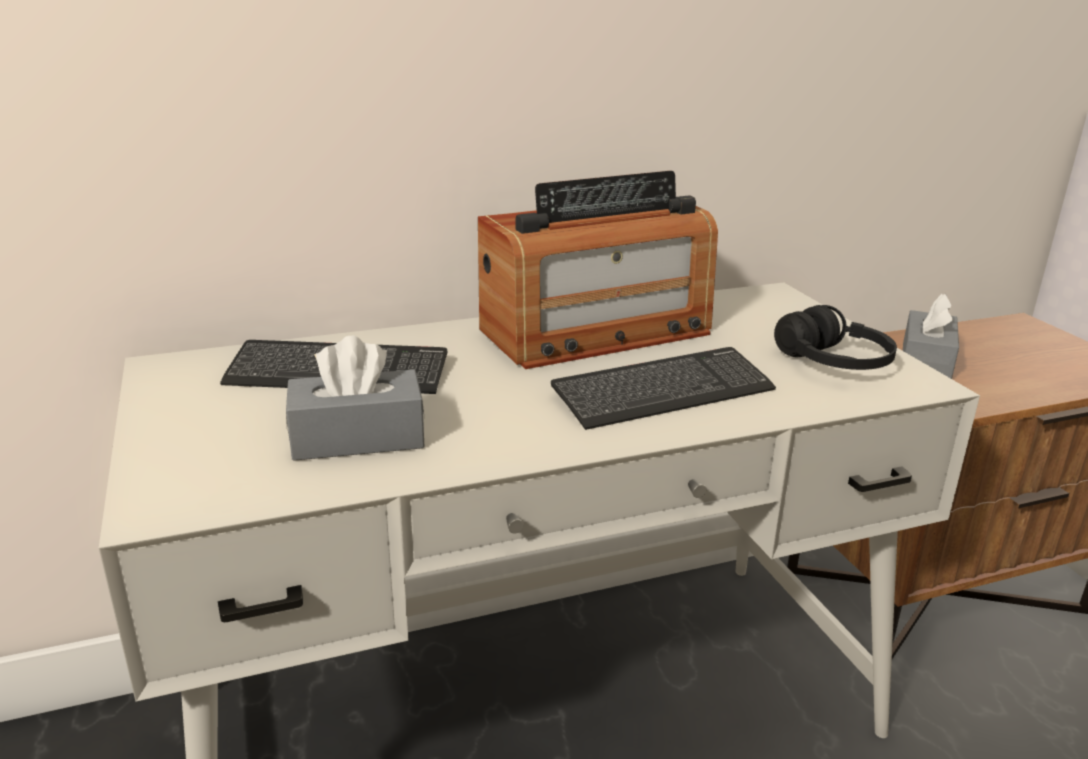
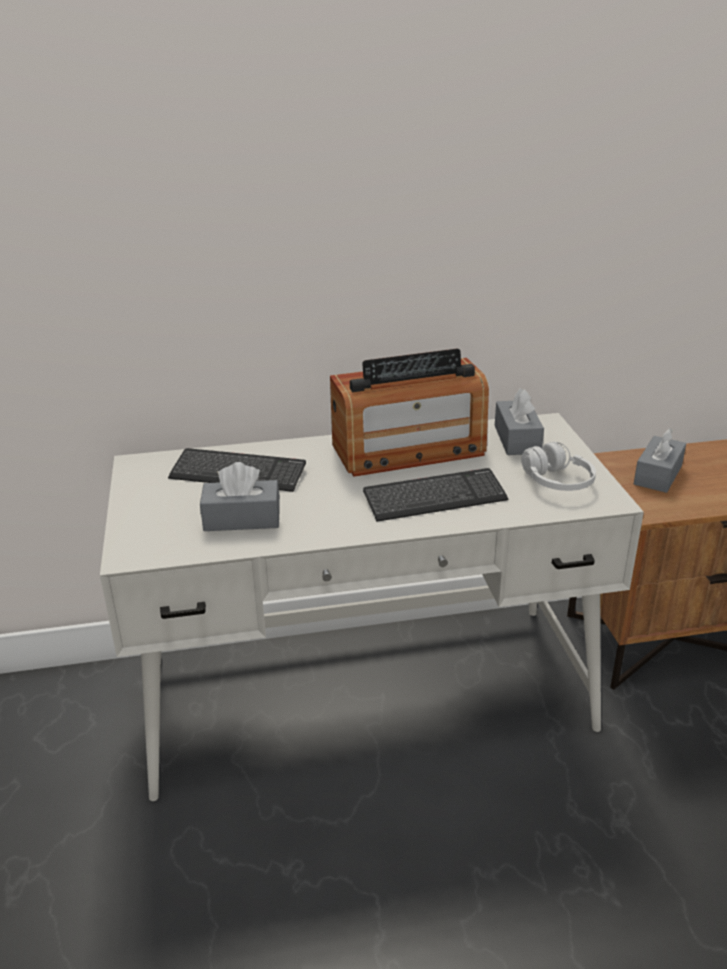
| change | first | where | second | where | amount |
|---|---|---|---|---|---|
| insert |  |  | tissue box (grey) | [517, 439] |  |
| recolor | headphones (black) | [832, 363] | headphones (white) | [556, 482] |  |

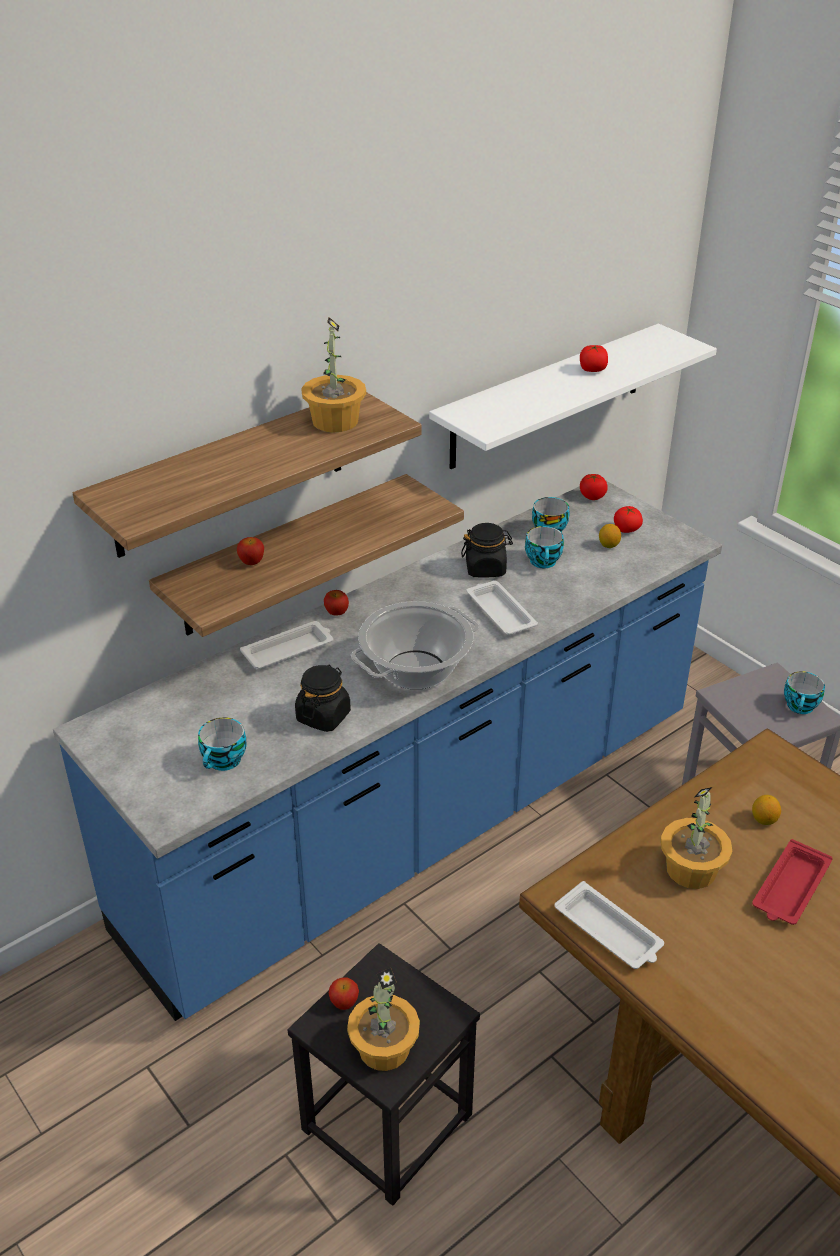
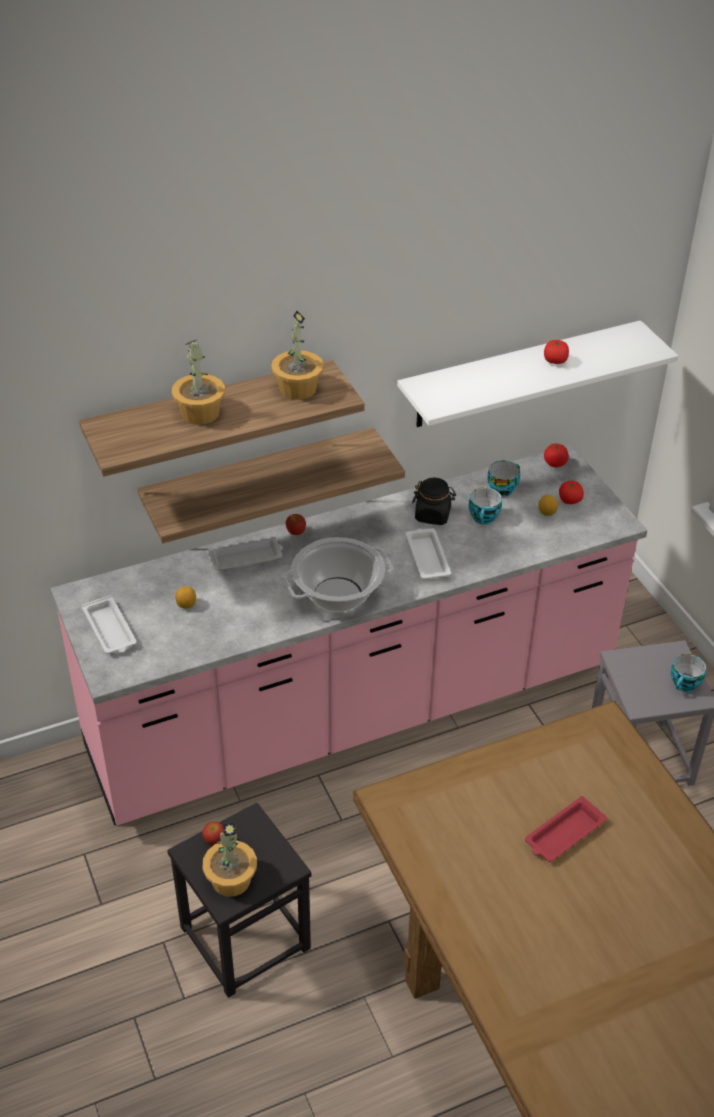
| change | first | where | second | where | amount |
|---|---|---|---|---|---|
| recolor | counter (blue) | [420, 823] | counter (pink) | [354, 712] |  |
| move | tray (white) | [609, 932] |  | [110, 630] |  |
| move | potted plant | [692, 870] |  | [200, 413] |  |
| move | lemon | [763, 819] |  | [186, 605] |  |
| delete | cup | [224, 761] |  |  |  |
| delete | apple | [251, 562] |  |  |  |
| delete | jar (black) | [323, 716] |  |  |  |

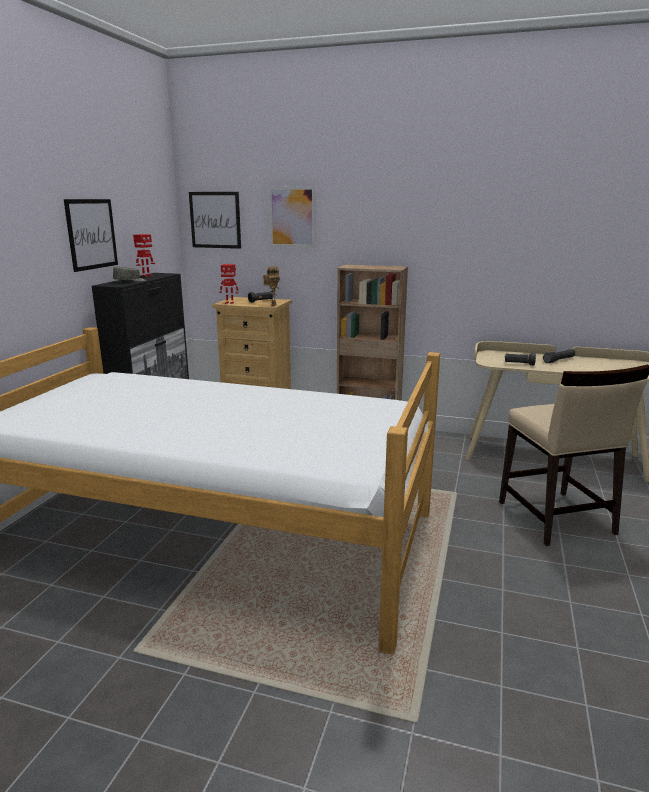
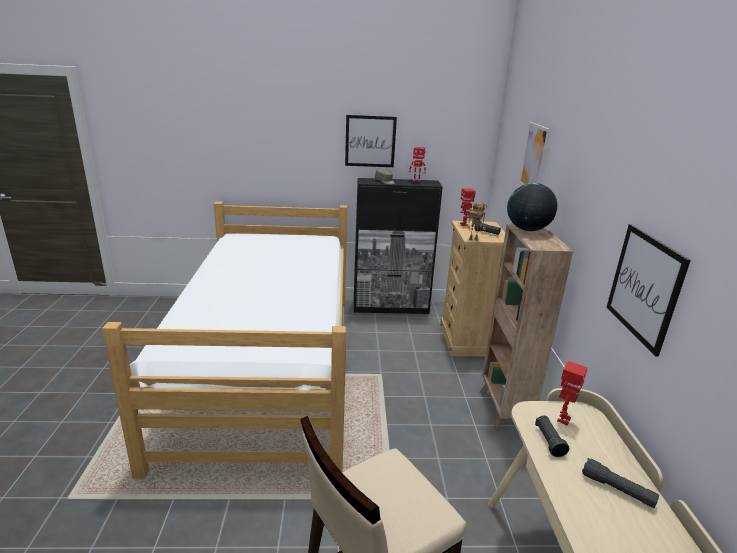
| change | first | where | second | where | amount |
|---|---|---|---|---|---|
| insert |  |  | globe | [527, 230] |  |
| insert |  |  | toy robot | [563, 419] |  |
| move | picture | [215, 220] |  | [644, 286] |  |

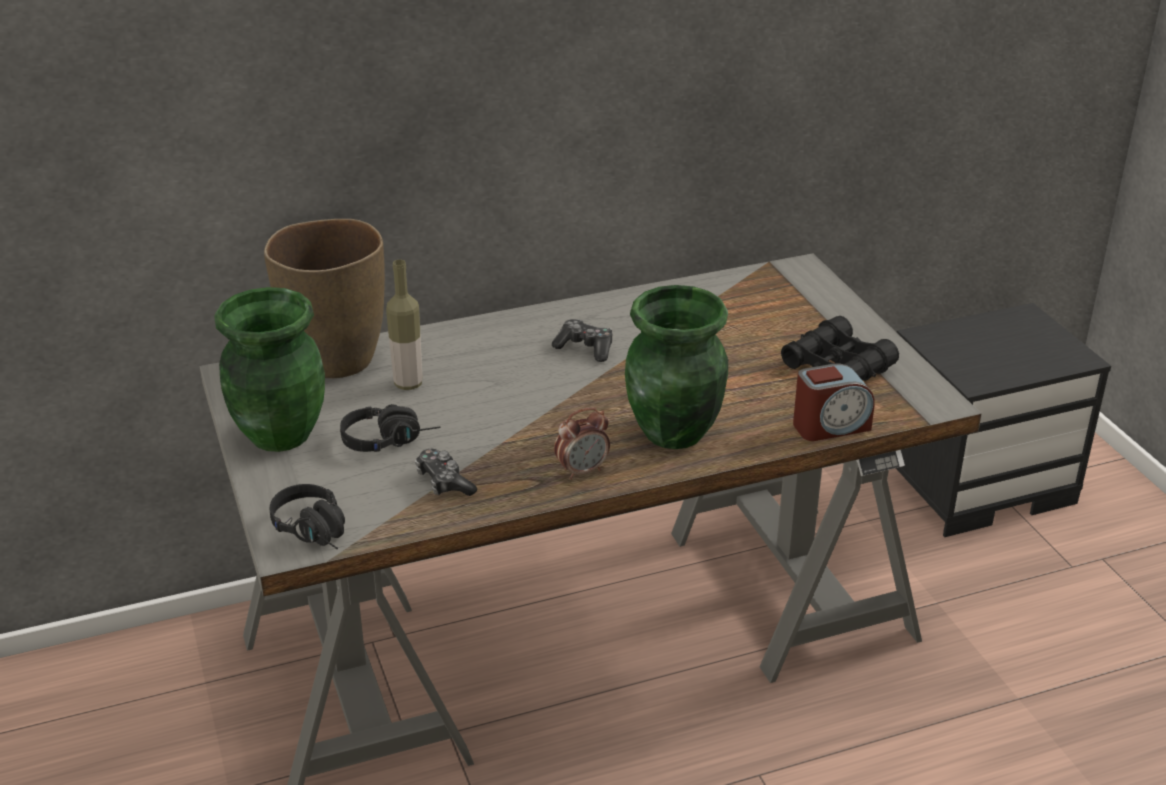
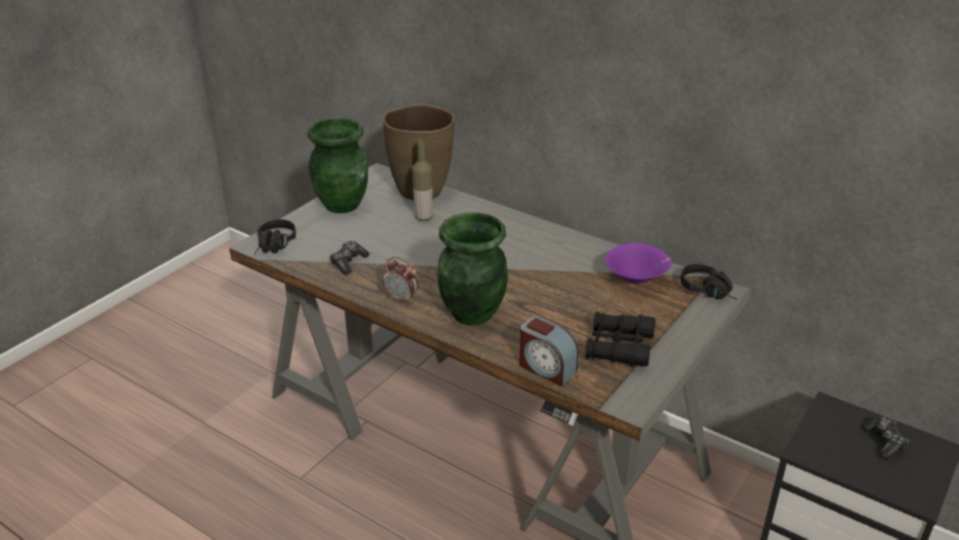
| change | first | where | second | where | amount |
|---|---|---|---|---|---|
| insert |  |  | bowl (purple) | [637, 280] |  |
| move | headphones (black) | [390, 440] |  | [710, 292] |  |
| move | game controller | [585, 348] |  | [884, 442] |  |

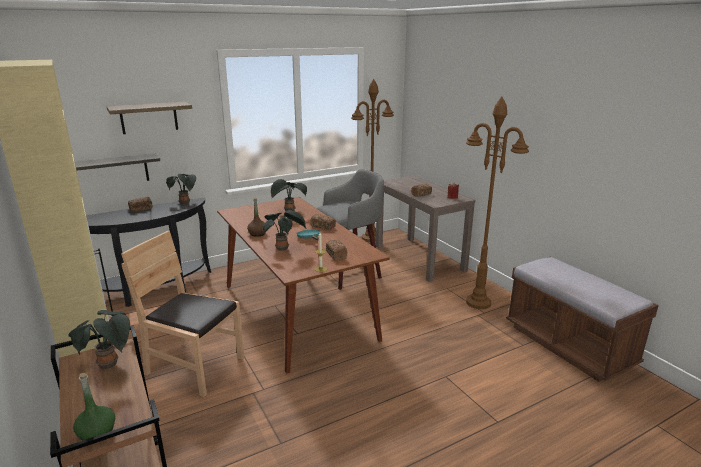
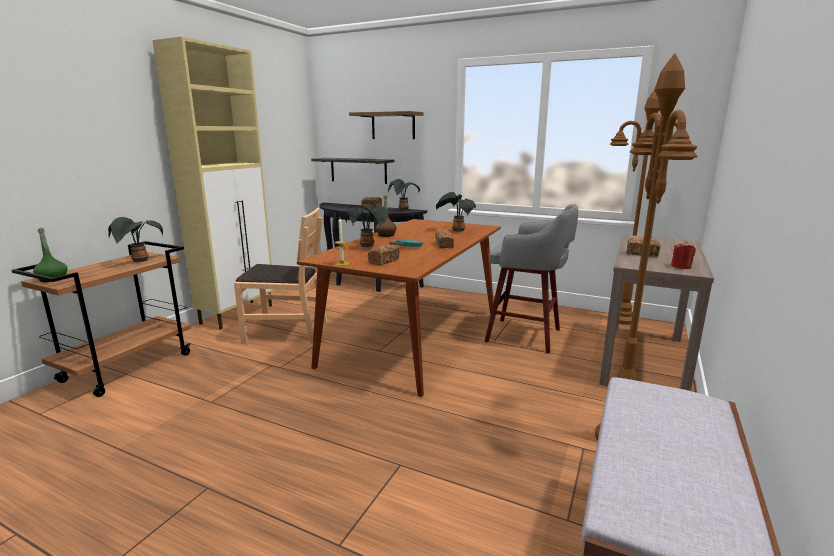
| change | first | where | second | where | amount |
|---|---|---|---|---|---|
| rotate | chair (brown) | [195, 366] |  | [286, 332] | 105 degrees clockwise |

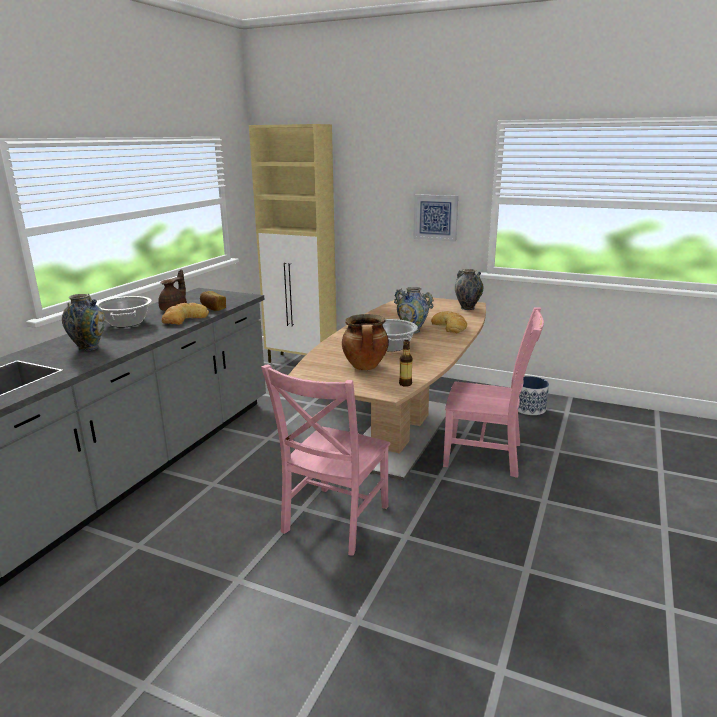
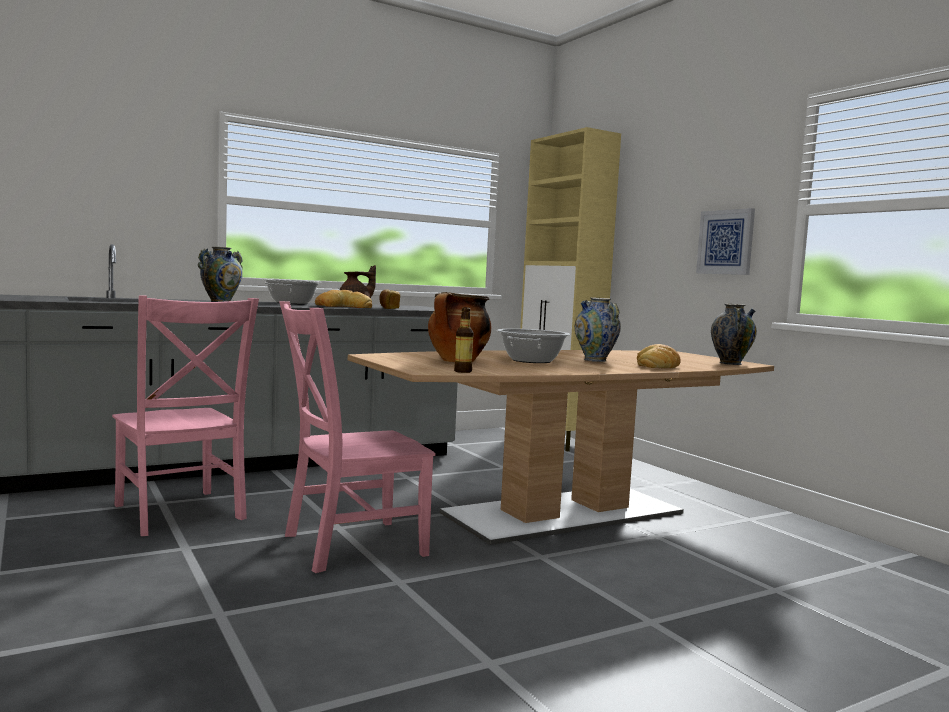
| change | first | where | second | where | amount |
|---|---|---|---|---|---|
| move | chair (pink) | [486, 456] |  | [180, 514] |  |
| delete | planter | [529, 408] |  |  |  |

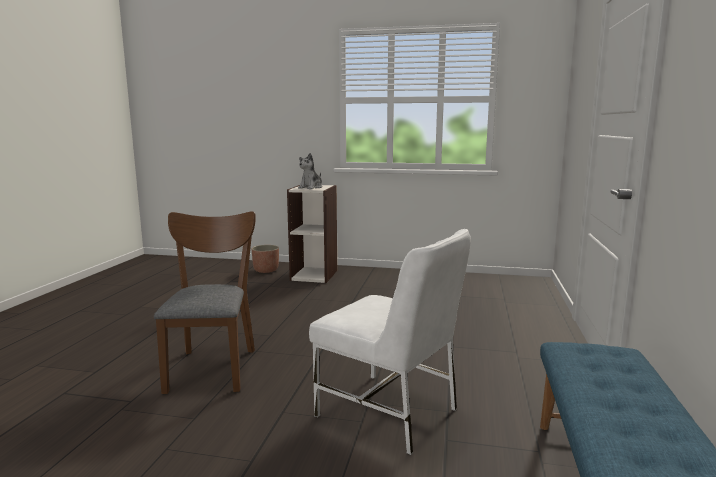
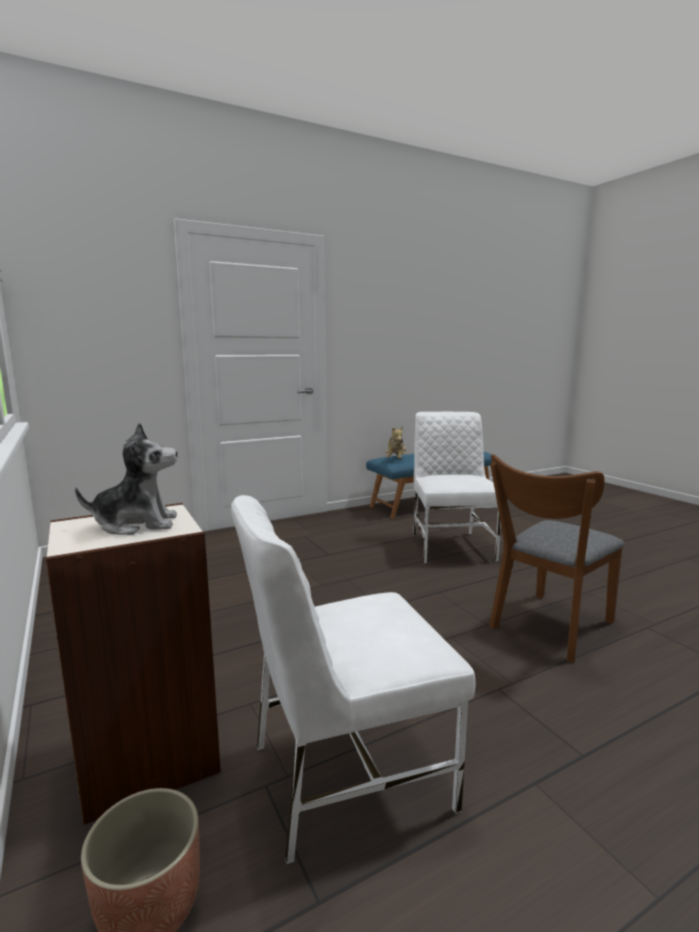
| change | first | where | second | where | amount |
|---|---|---|---|---|---|
| insert |  |  | chair (white) | [346, 774] |  |
| insert |  |  | plush toy | [396, 460] |  |

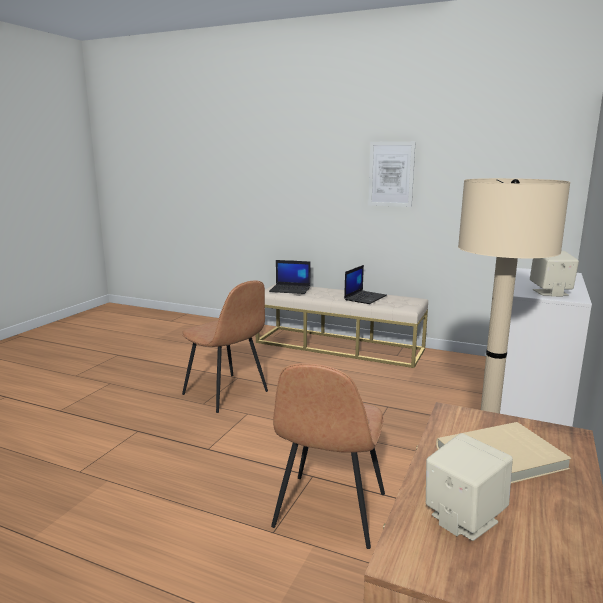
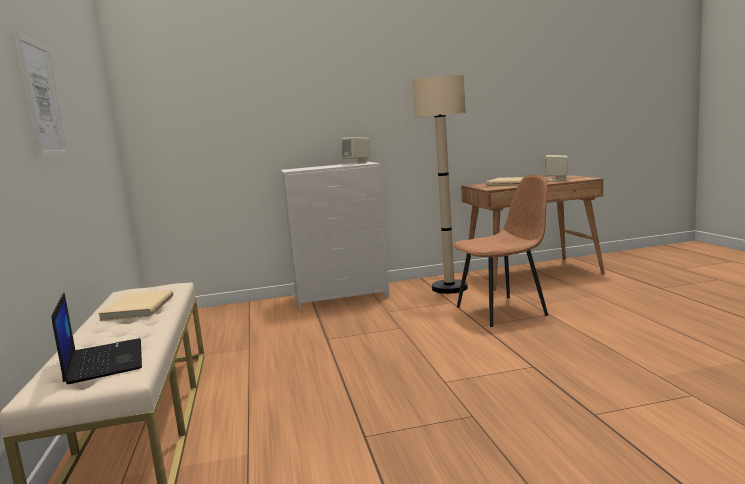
| change | first | where | second | where | amount |
|---|---|---|---|---|---|
| replace | laptop | [365, 297] | book (beige) | [137, 308] |  |
| delete | chair (brown) | [226, 393] |  |  |  |

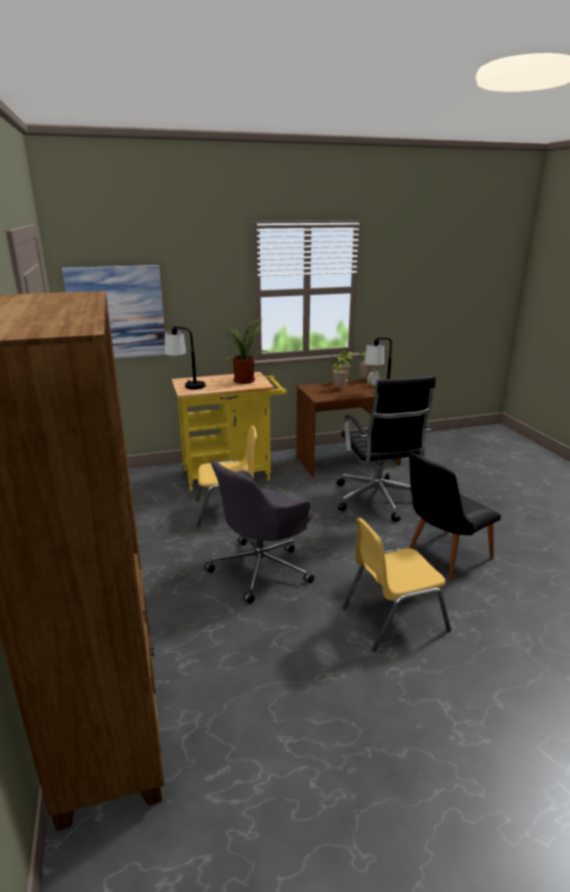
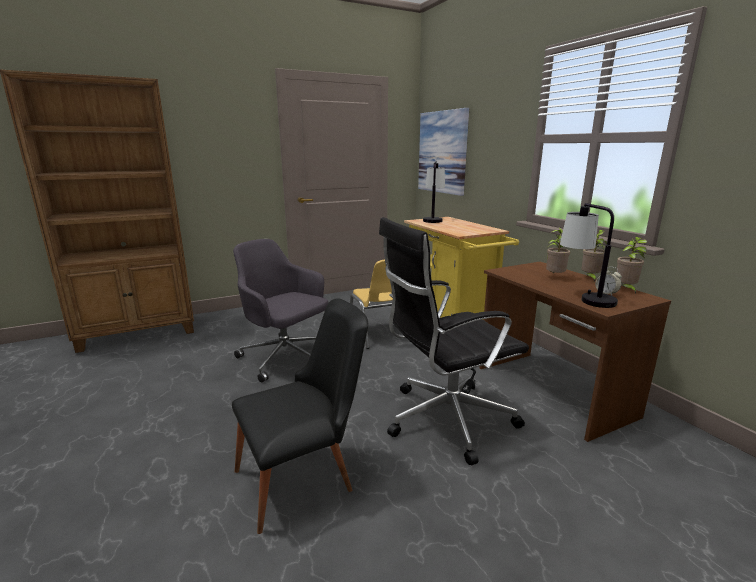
| change | first | where | second | where | amount |
|---|---|---|---|---|---|
| rotate | chair (black) | [442, 557] |  | [305, 478] | 105 degrees clockwise |
| delete | potted plant | [244, 380] |  |  |  |
| delete | chair (yellow) | [393, 618] |  |  |  |

